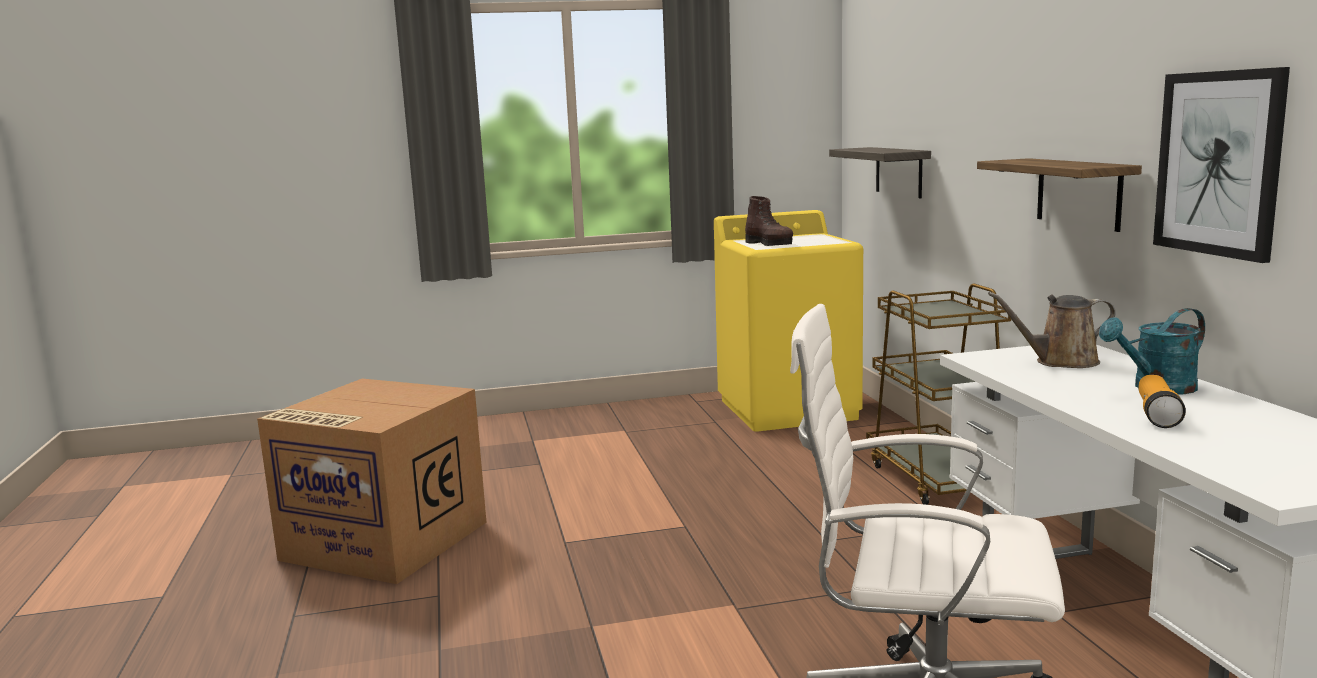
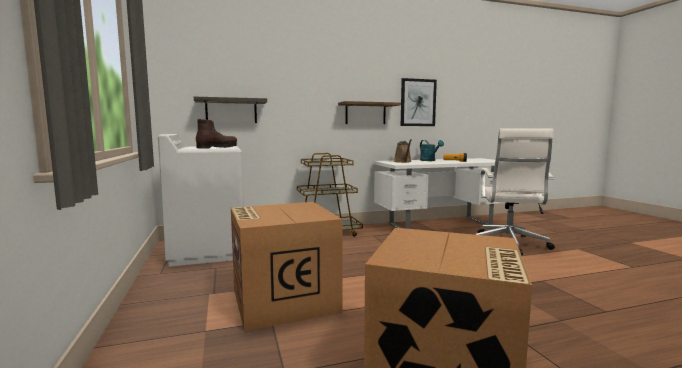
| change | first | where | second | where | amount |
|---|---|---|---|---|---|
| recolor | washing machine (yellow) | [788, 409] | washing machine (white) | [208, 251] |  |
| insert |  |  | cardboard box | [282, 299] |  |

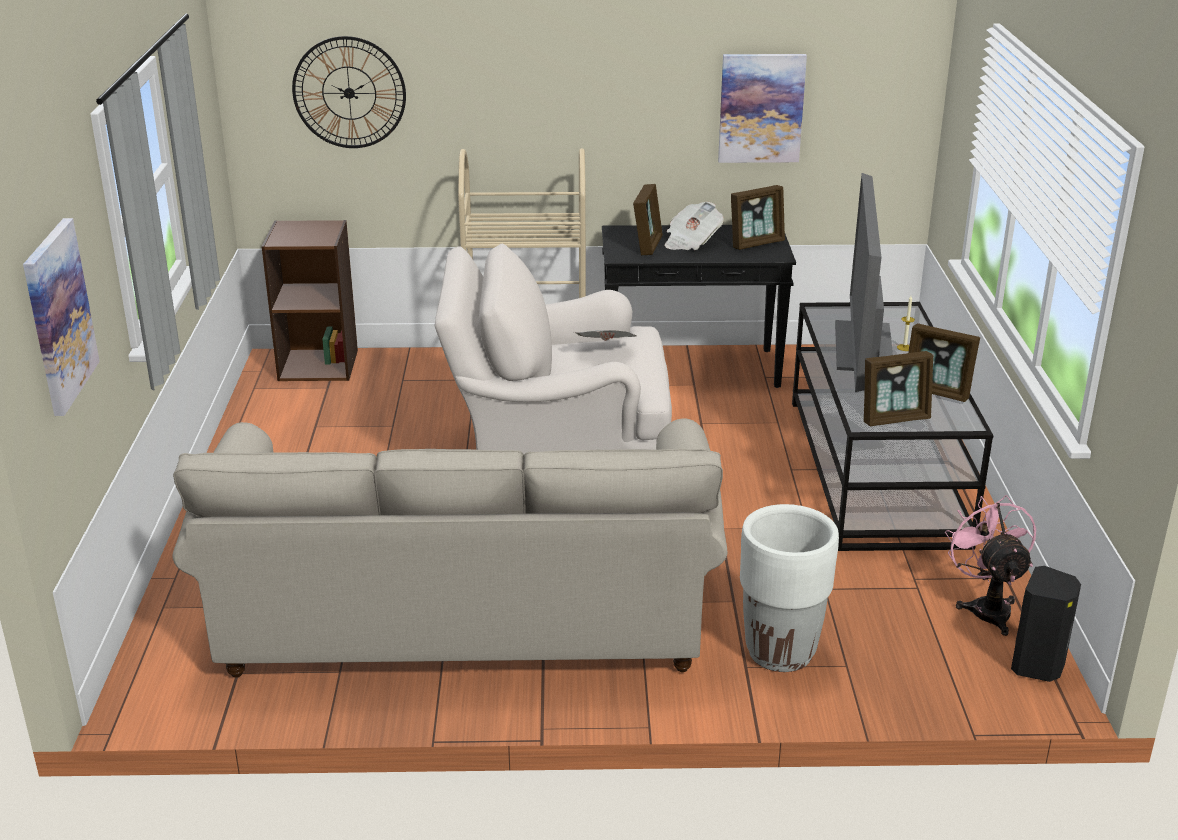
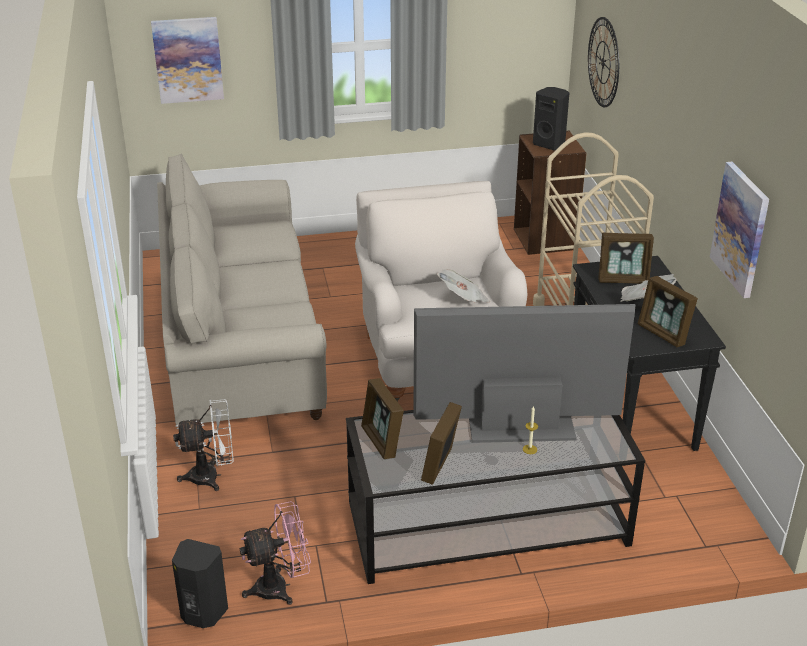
| change | first | where | second | where | amount |
|---|---|---|---|---|---|
| replace | planter (white) | [780, 653] | fan (white) | [212, 476] |  |
| insert |  |  | speaker (black) | [550, 144] |  |

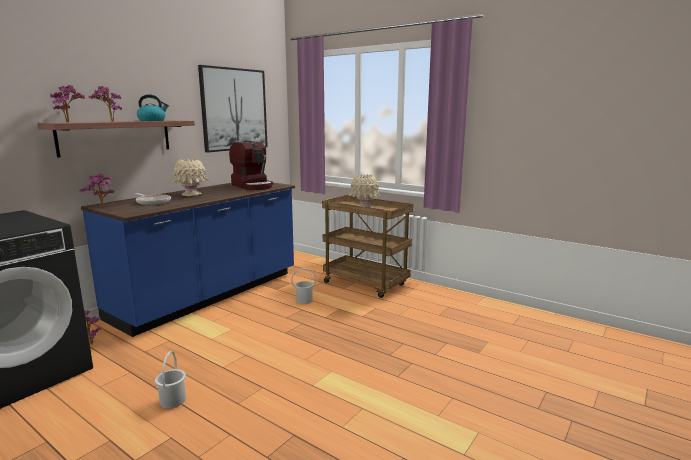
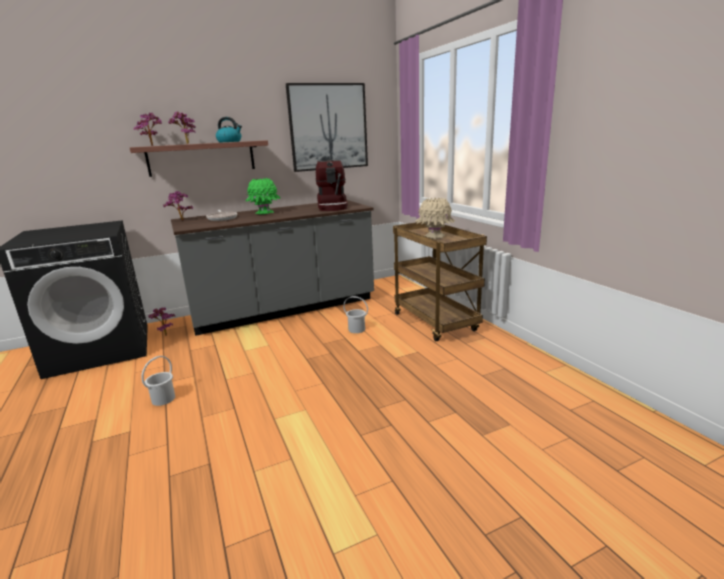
| change | first | where | second | where | amount |
|---|---|---|---|---|---|
| recolor | counter (blue) | [209, 295] | counter (grey) | [284, 309] |  |
| recolor | vase (beige) | [191, 194] | vase (green) | [265, 213] |  |

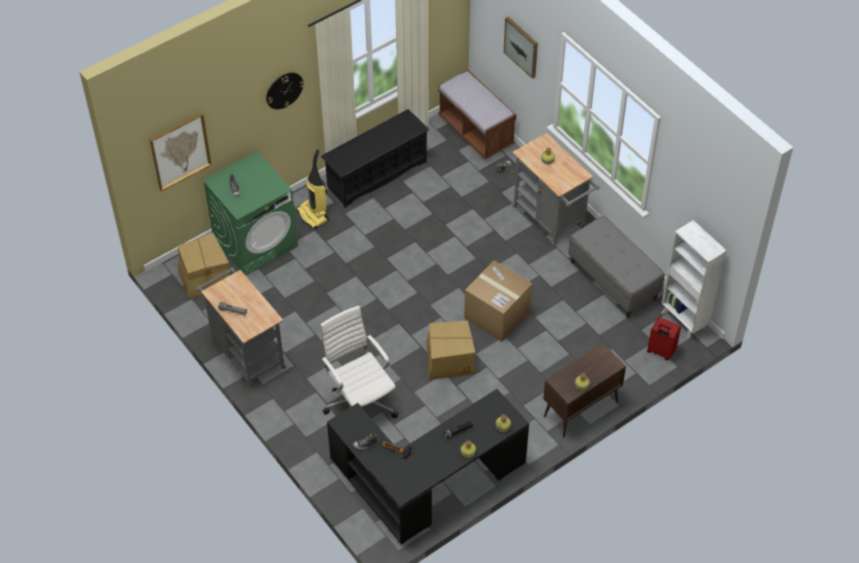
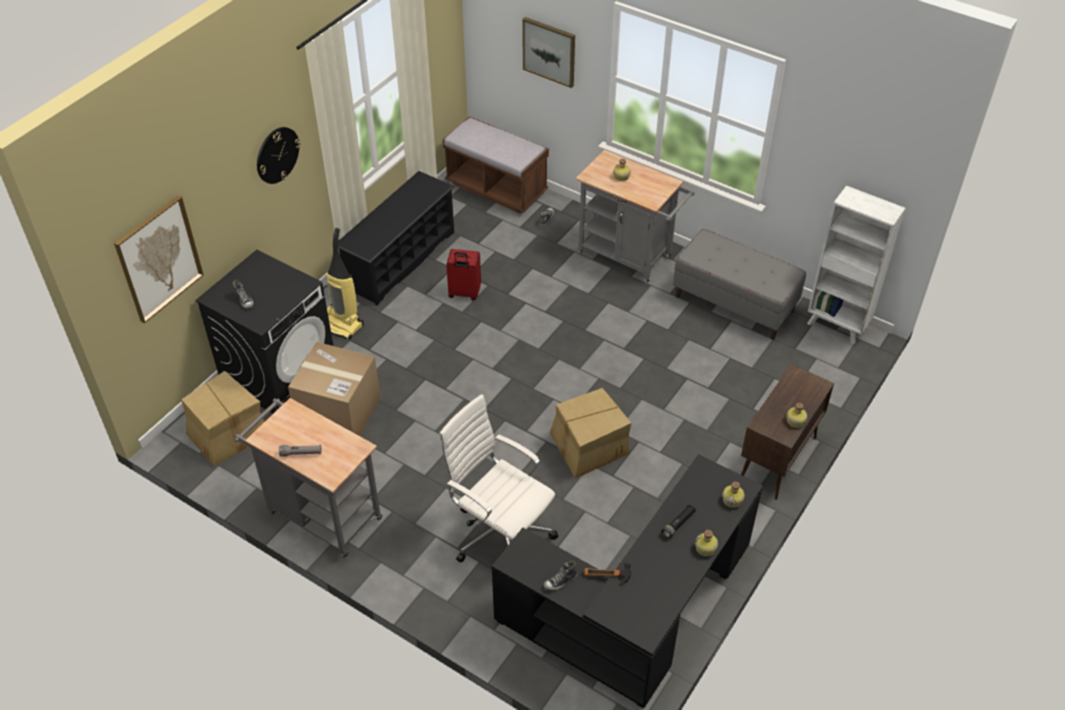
| change | first | where | second | where | amount |
|---|---|---|---|---|---|
| recolor | washing machine (green) | [256, 242] | washing machine (black) | [279, 374] |  |
| move | cardboard box | [497, 315] |  | [339, 413] |  |
| move | suitcase (red) | [660, 351] |  | [464, 293] |  |

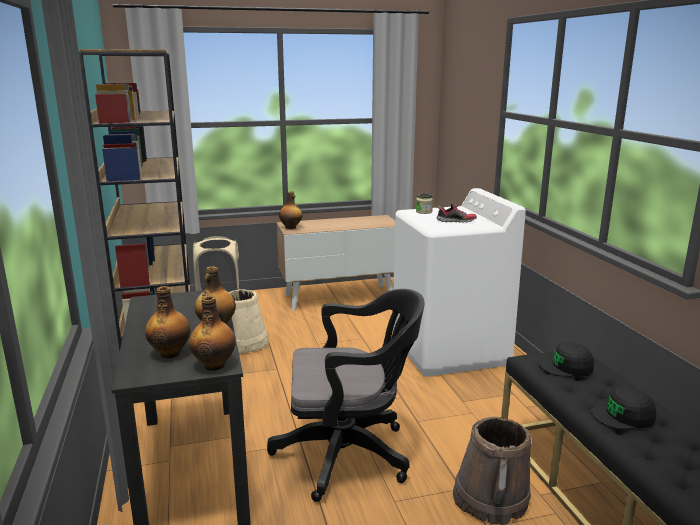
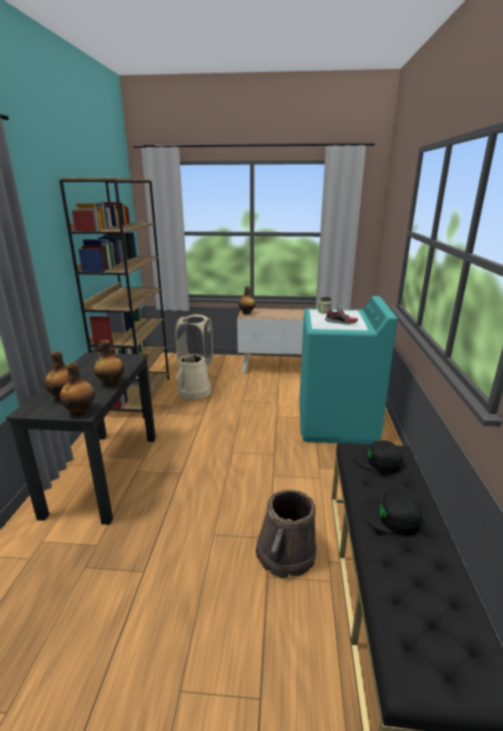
| change | first | where | second | where | amount |
|---|---|---|---|---|---|
| recolor | washing machine (white) | [449, 351] | washing machine (turquoise) | [336, 424] |  |
| delete | office chair (black) | [350, 454] |  |  |  |

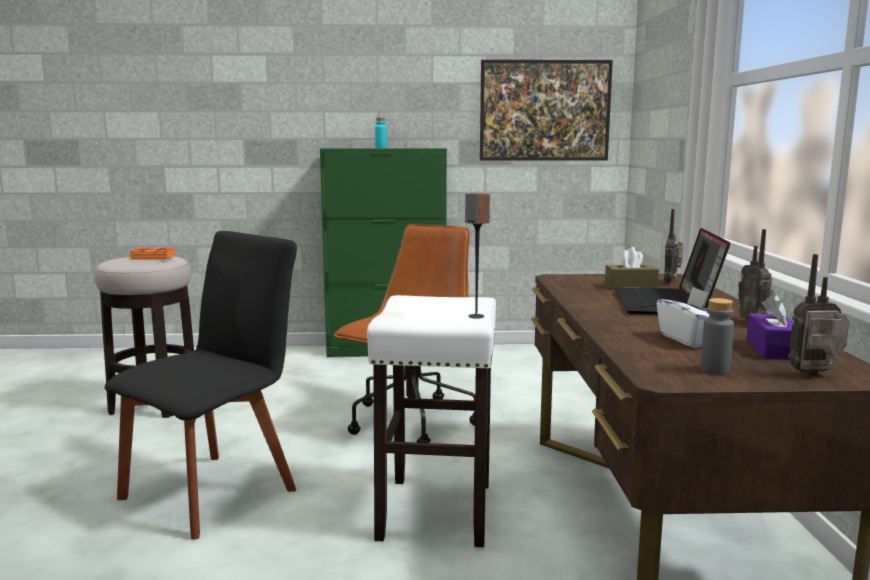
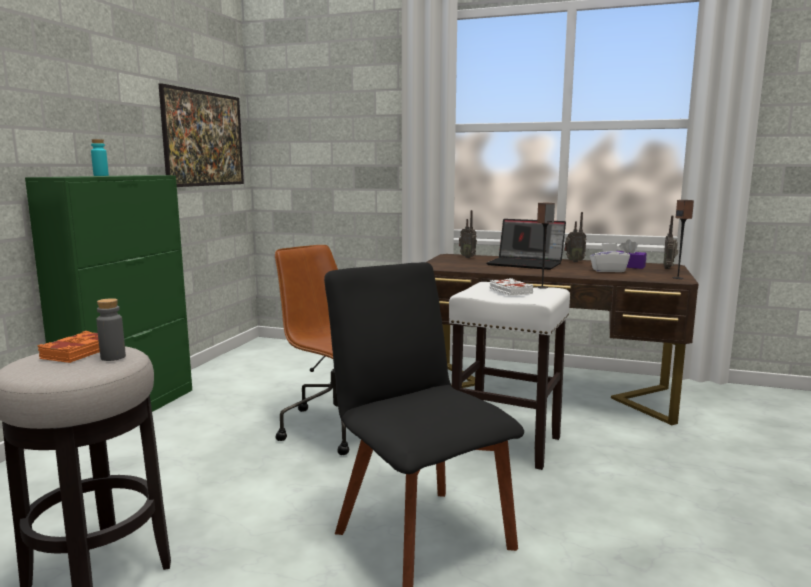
| change | first | where | second | where | amount |
|---|---|---|---|---|---|
| move | bottle (grey) | [714, 370] |  | [113, 357] |  |
| insert |  |  | book (white) | [510, 291] |  |
| insert |  |  | speaker | [678, 278] |  |
| delete | tissue box (brown) | [630, 287] |  |  |  |

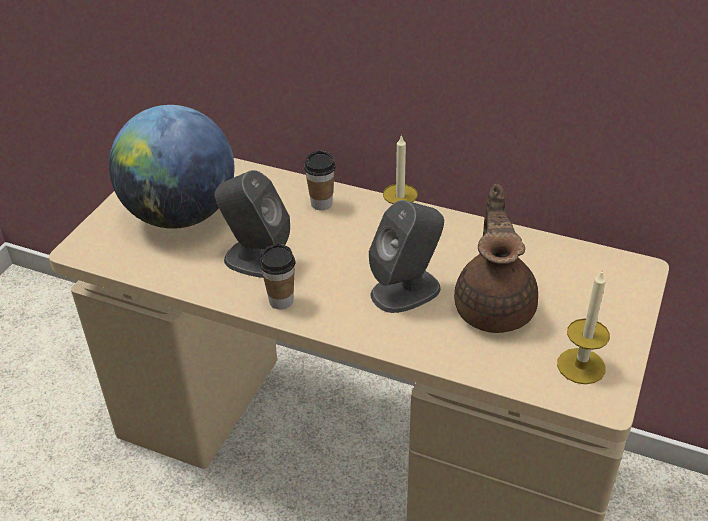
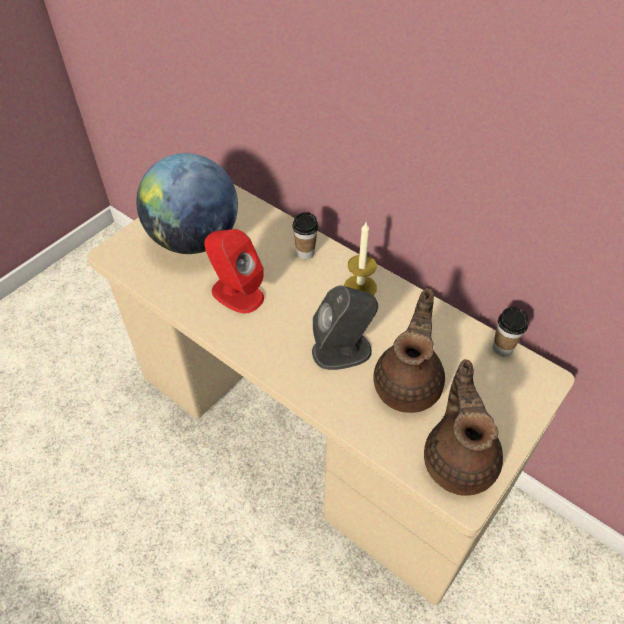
| change | first | where | second | where | amount |
|---|---|---|---|---|---|
| recolor | speaker (grey) | [257, 259] | speaker (red) | [237, 293] |  |
| replace | candle | [581, 366] | teapot (brown) | [459, 459] |  |
| move | cup | [281, 301] |  | [502, 348] |  |

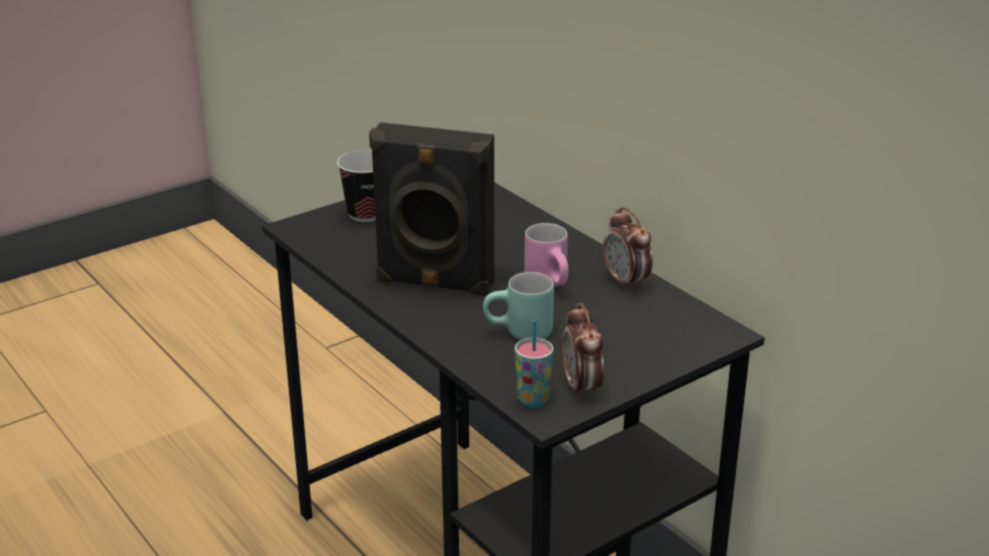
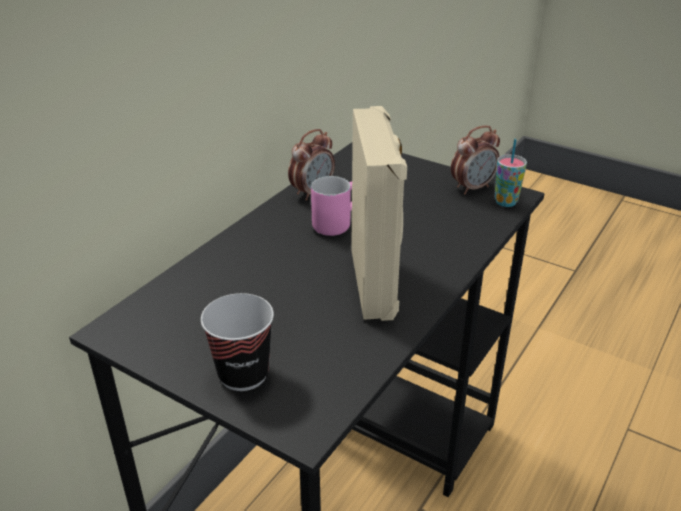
| change | first | where | second | where | amount |
|---|---|---|---|---|---|
| recolor | speaker (black) | [434, 283] | speaker (beige) | [375, 282] |  |
| delete | mug (turquoise) | [519, 334] |  |  |  |

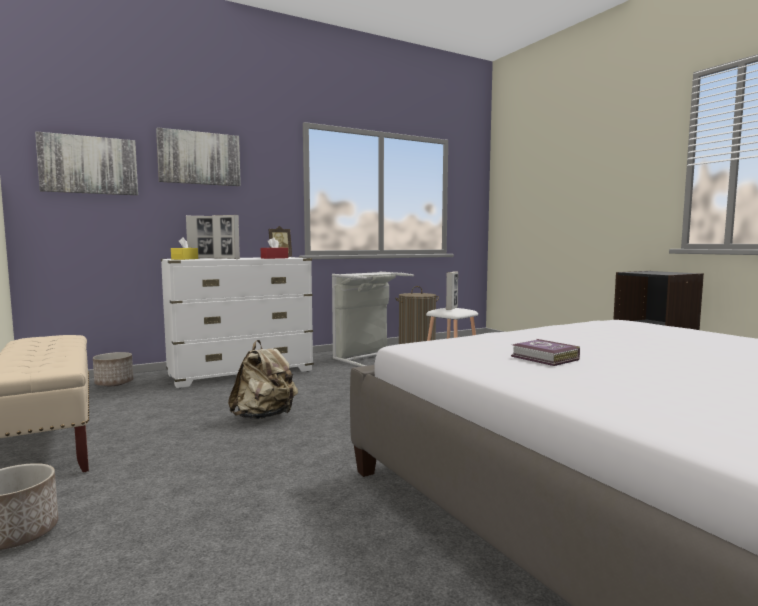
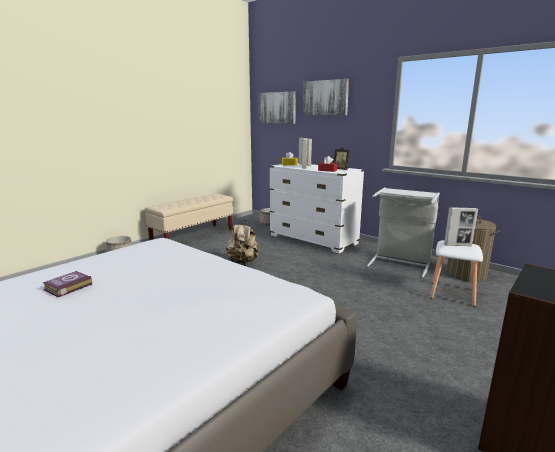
| change | first | where | second | where | amount |
|---|---|---|---|---|---|
| move | book | [545, 358] |  | [67, 287] |  |

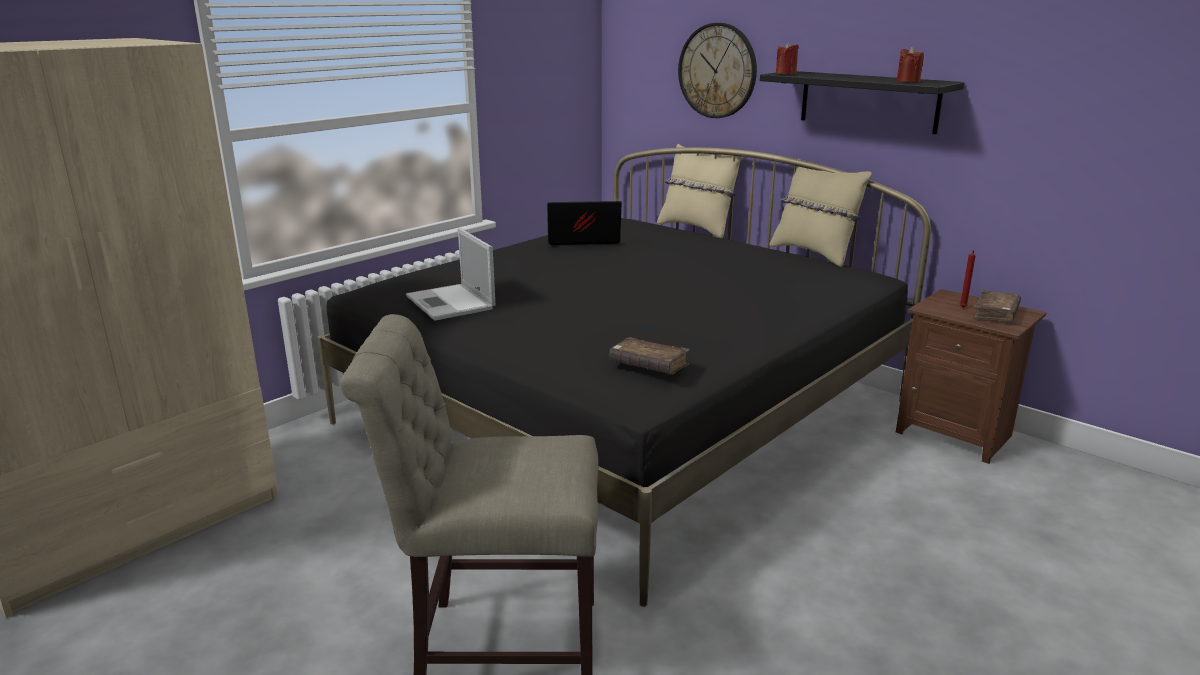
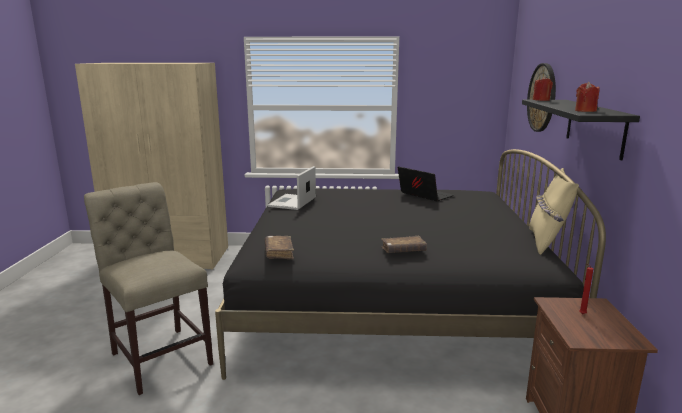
| change | first | where | second | where | amount |
|---|---|---|---|---|---|
| move | book (brown) | [995, 314] |  | [403, 250] |  |
| delete | pillow (beige) | [697, 228] |  |  |  |

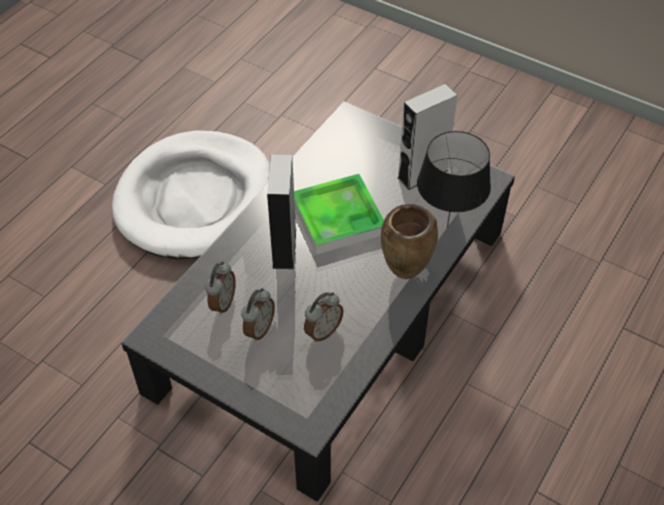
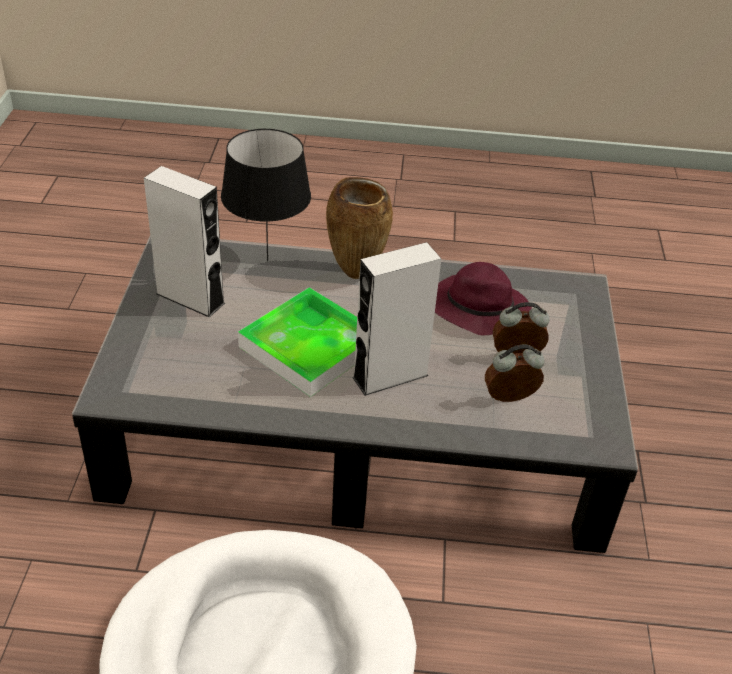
| change | first | where | second | where | amount |
|---|---|---|---|---|---|
| replace | alarm clock | [322, 331] | hat (purple) | [476, 309] |  |

